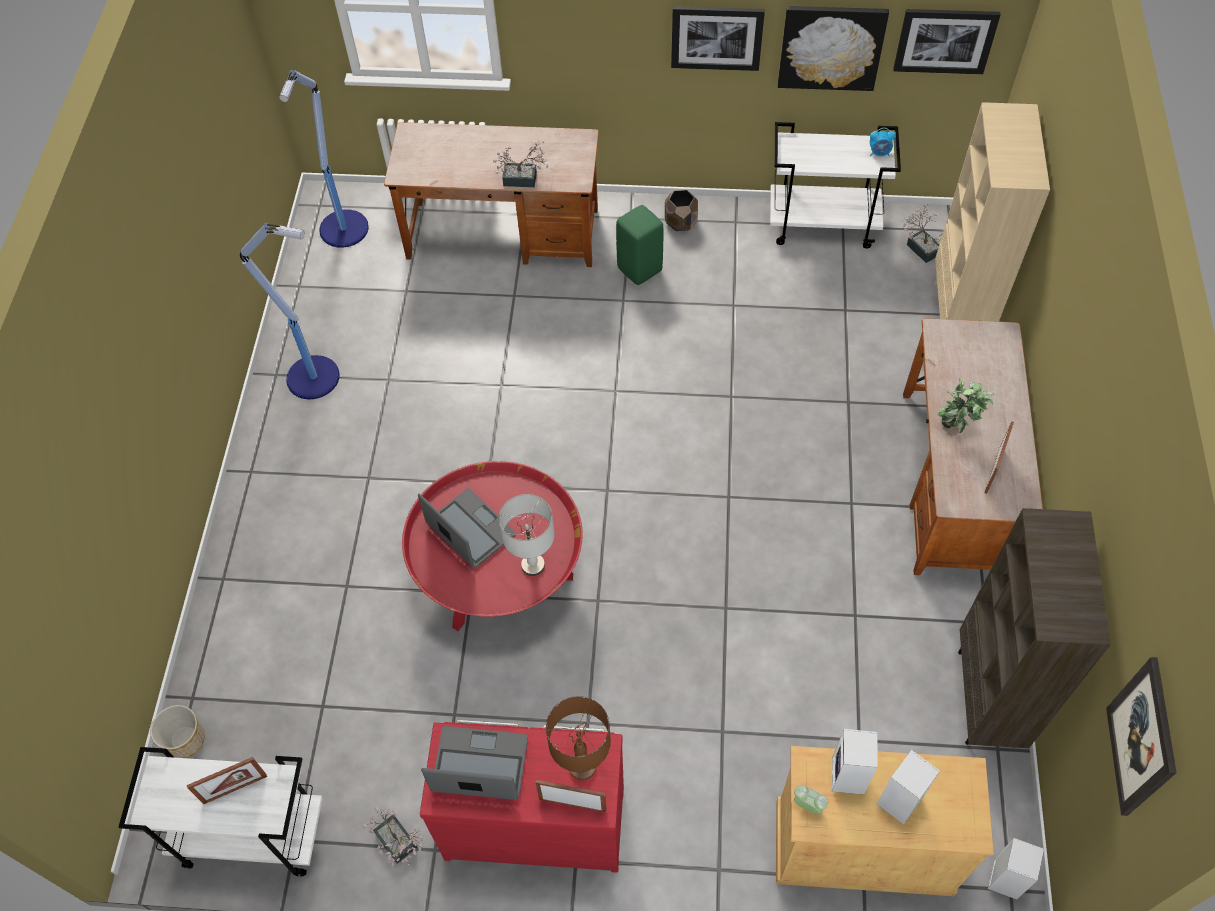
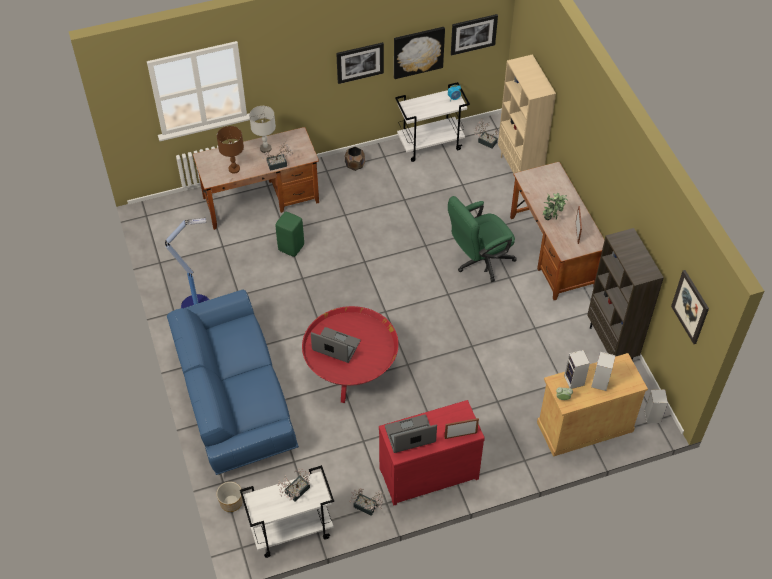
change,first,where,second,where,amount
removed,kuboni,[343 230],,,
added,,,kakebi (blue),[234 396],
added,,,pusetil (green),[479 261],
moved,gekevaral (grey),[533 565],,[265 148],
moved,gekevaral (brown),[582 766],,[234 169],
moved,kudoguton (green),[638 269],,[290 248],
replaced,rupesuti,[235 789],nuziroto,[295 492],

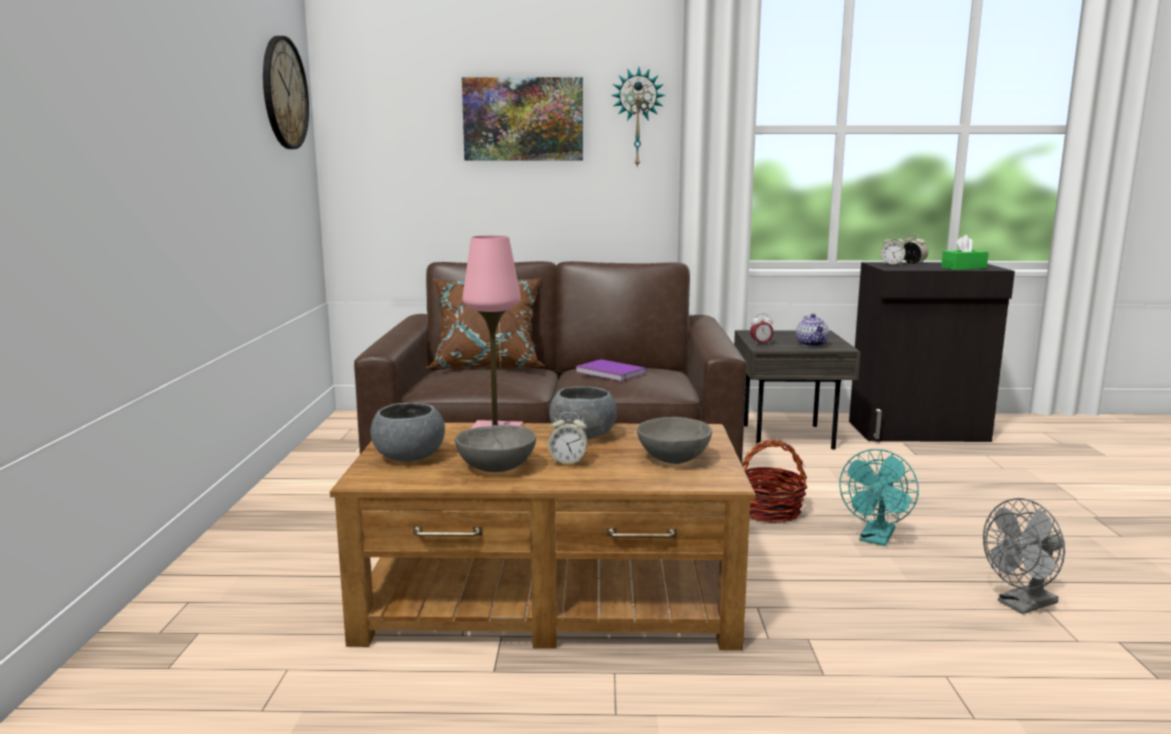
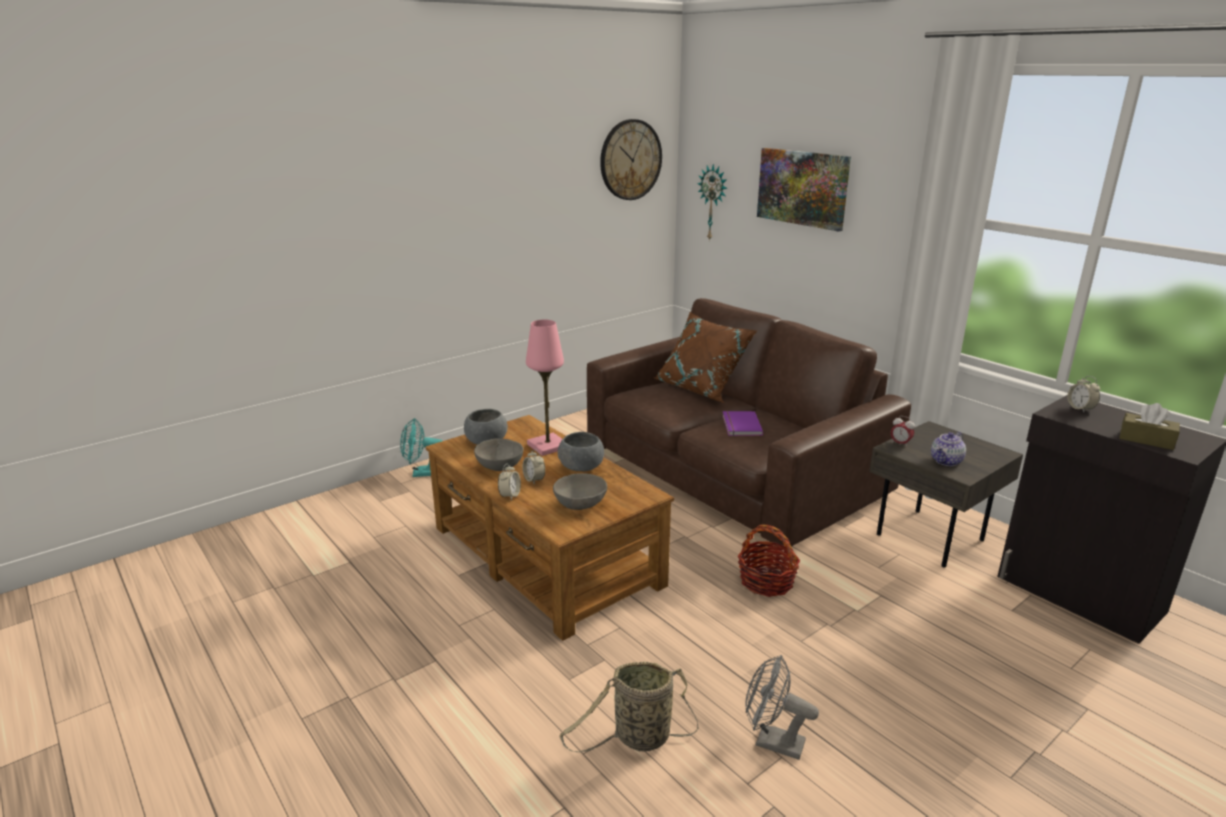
change,first,where,second,where,amount
added,,,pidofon,[638 738],
moved,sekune,[637 118],,[713 202],
moved,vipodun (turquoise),[876 539],,[421 473],
moved,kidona,[913 263],,[510 495],
recoloured,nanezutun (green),[963 268],nanezutun (brown),[1146 440],

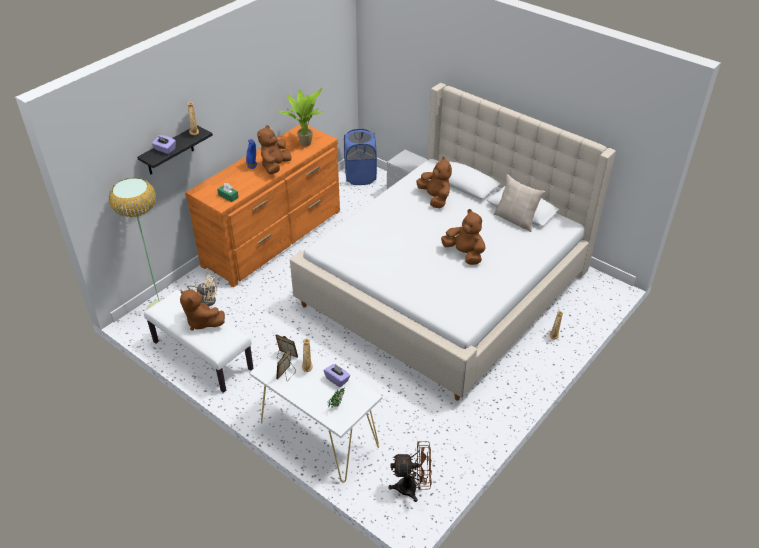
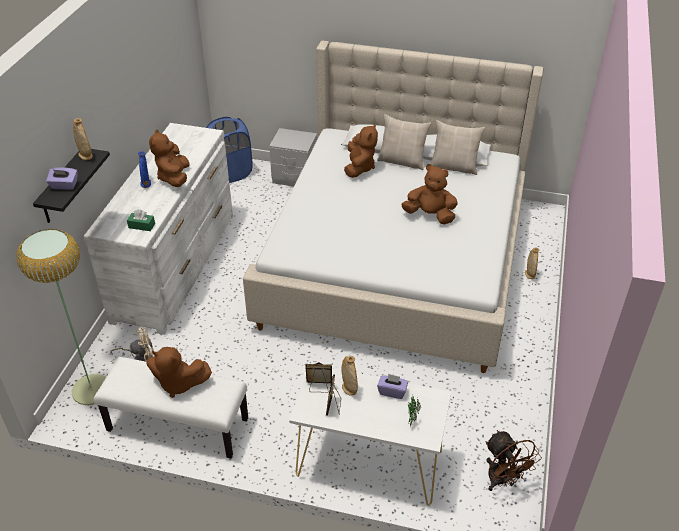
change,first,where,second,where,amount
removed,nuziroto,[305 143],,,
added,,,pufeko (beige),[402 161],
recoloured,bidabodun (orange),[274 238],bidabodun (white),[176 265],
turned,vipodun (brown),[412 488],,[502 481],90 degrees clockwise
turned,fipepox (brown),[435 198],,[359 167],60 degrees clockwise

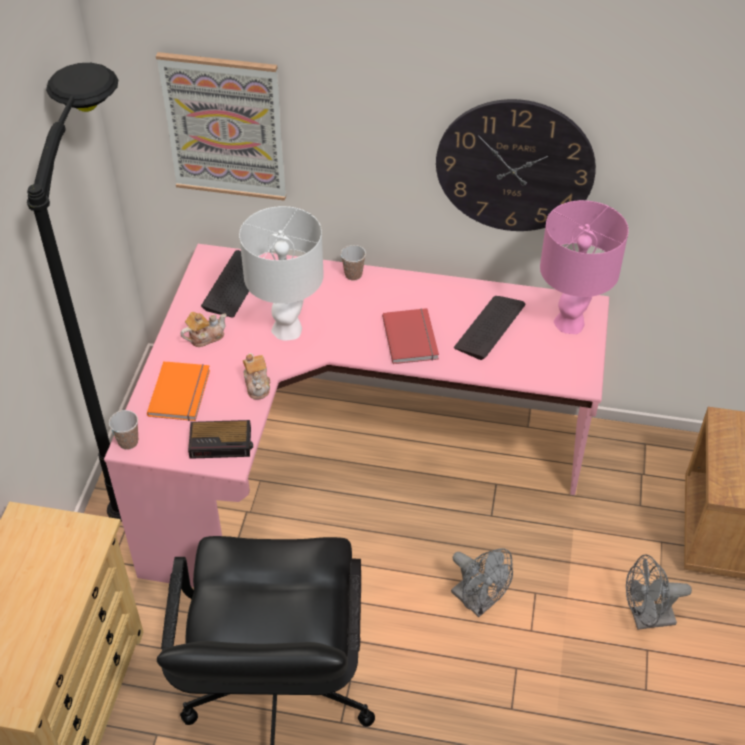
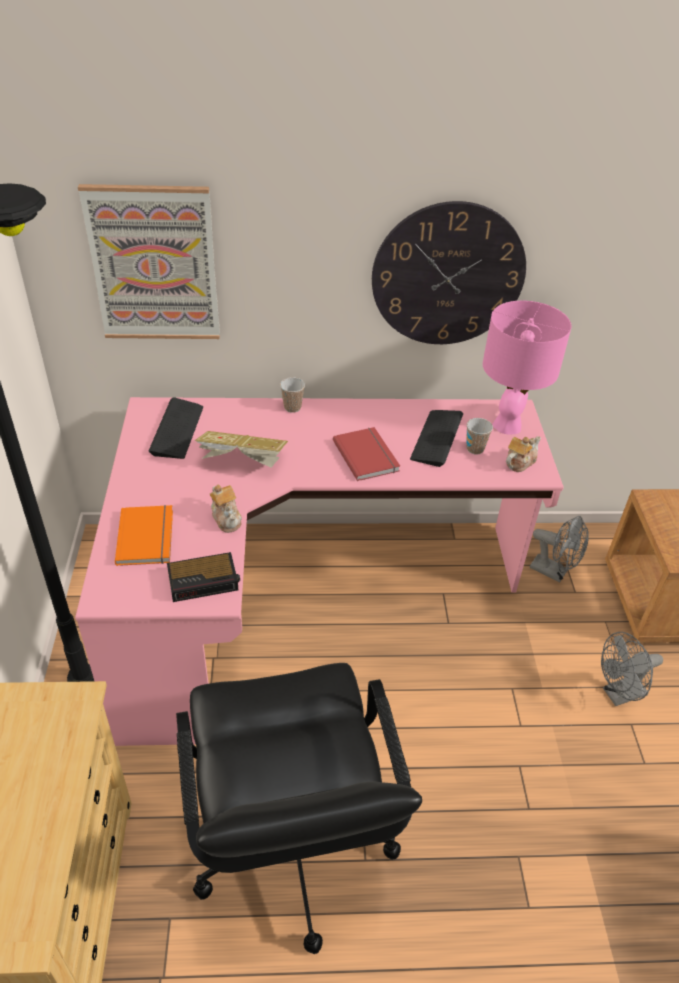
change,first,where,second,where,amount
moved,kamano,[128 442],,[475 449],
moved,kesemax,[205 337],,[519 462],
moved,vipodun (grey),[478 602],,[554 572],
replaced,gekevaral (white),[287 329],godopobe,[242 462],

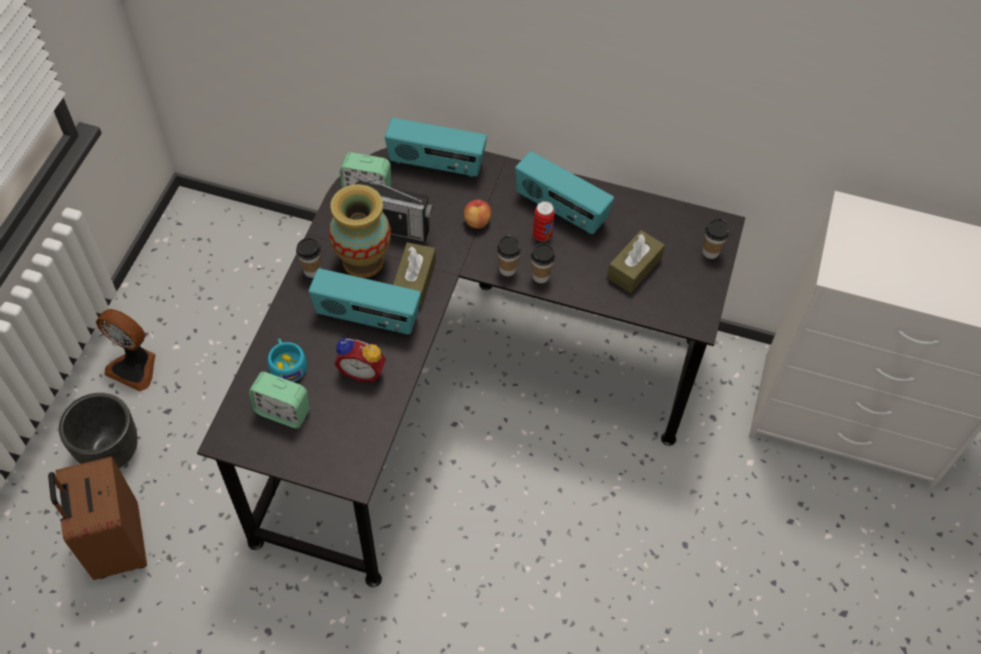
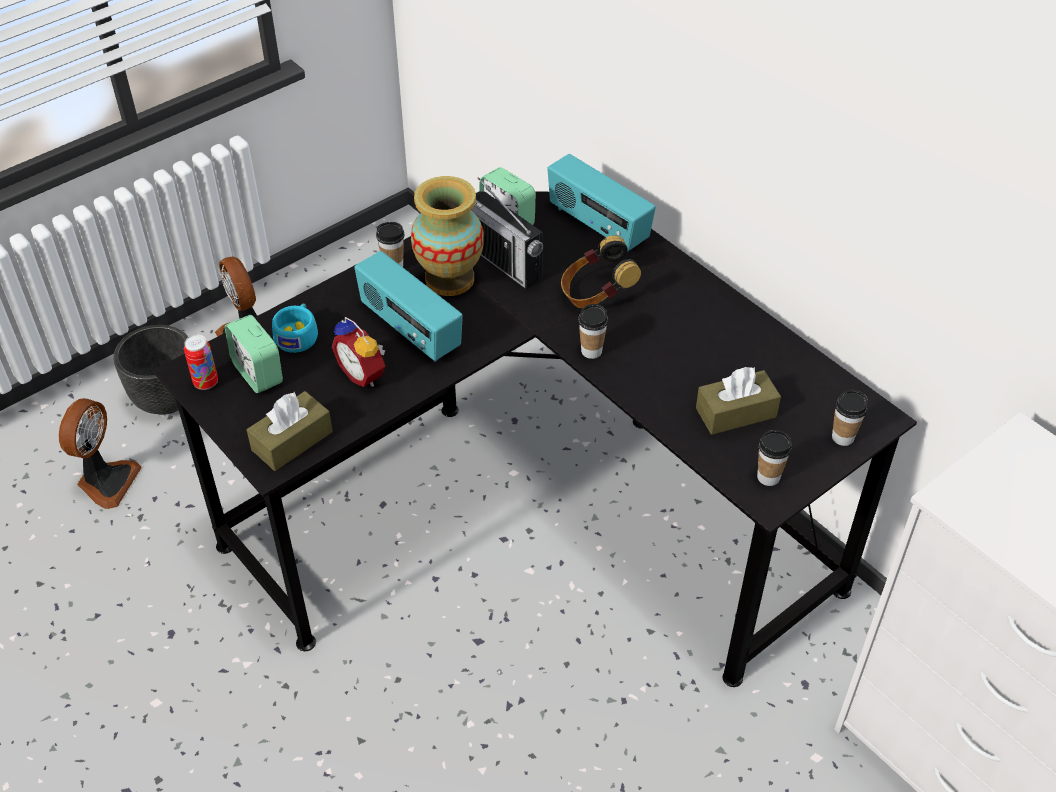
change,first,where,second,where,amount
removed,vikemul,[560 210],,,
moved,nanezutun (brown),[414 281],,[292 441],
moved,kamano,[540 276],,[768 477],
moved,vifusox,[542 235],,[206 382],
replaced,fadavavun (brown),[117 545],vipodun,[106 481],
replaced,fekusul,[477 222],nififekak,[596 294],

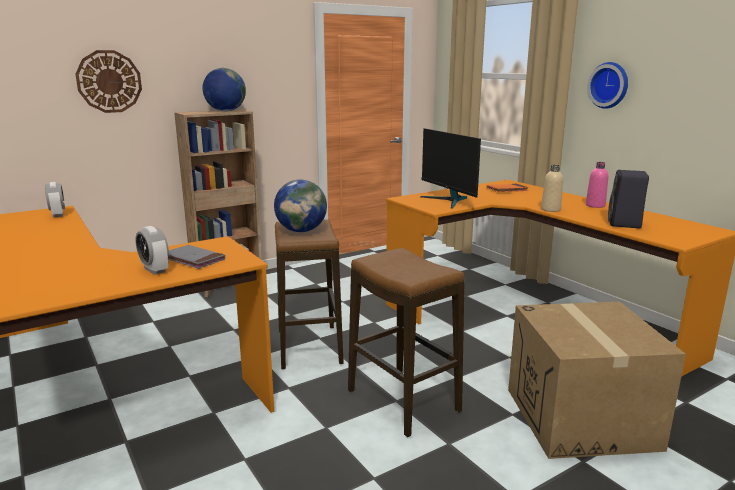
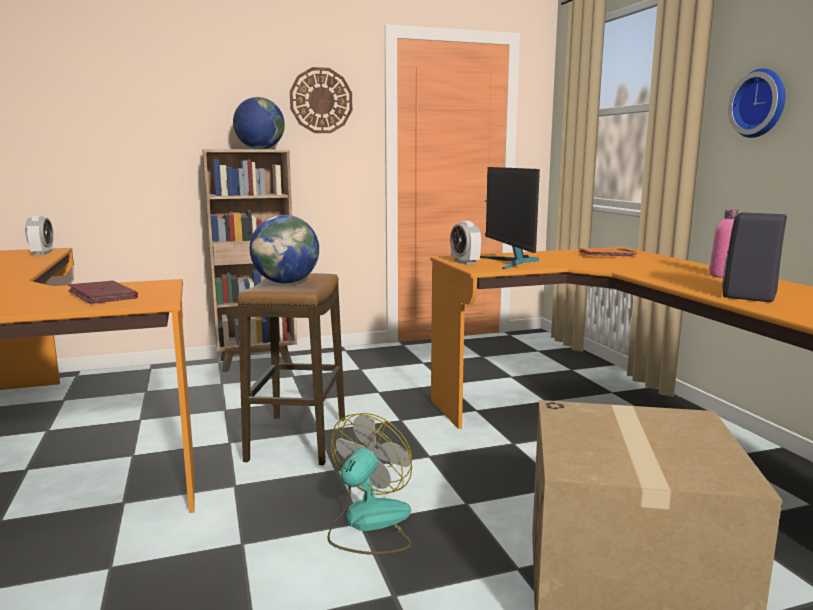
change,first,where,second,where,amount
removed,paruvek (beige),[550 209],,,
moved,sekune,[109 81],,[321 100],
moved,kidona,[155 270],,[465 262],
replaced,kudoguton,[402 401],vipodun,[368 524],
recoloured,godopobe (grey),[193 259],godopobe (red),[102 296],

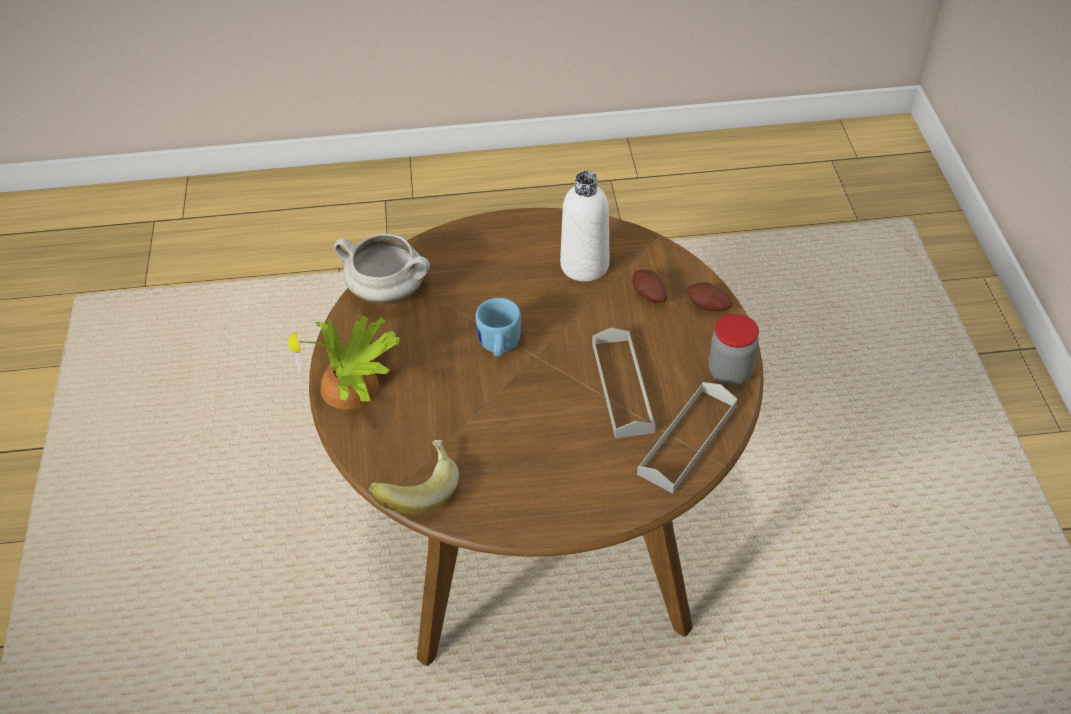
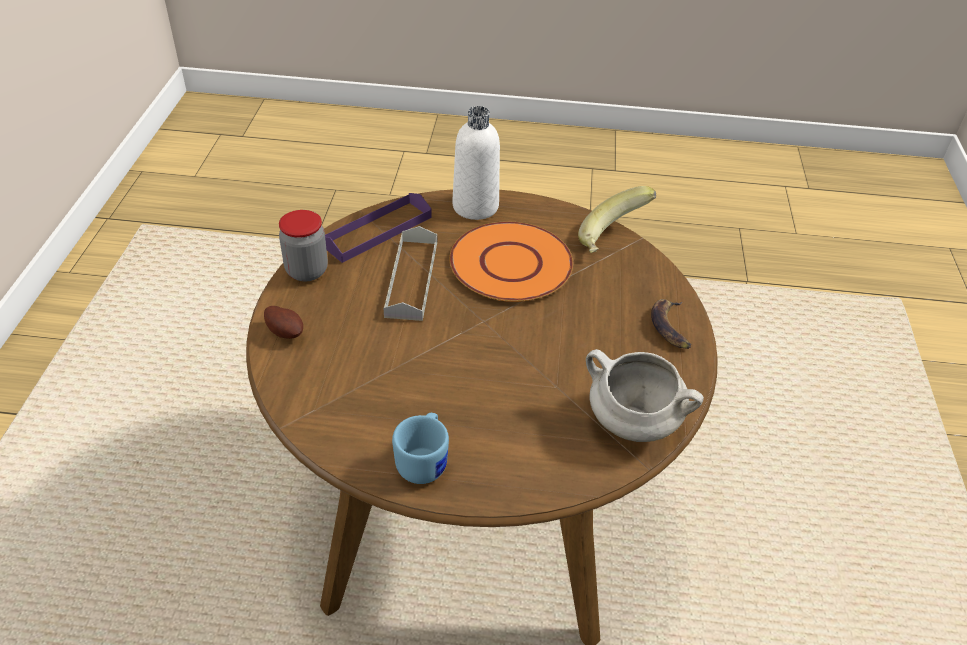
change,first,where,second,where,amount
removed,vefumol,[648 296],,,
added,,,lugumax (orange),[511 264],
moved,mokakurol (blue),[498 347],,[424 460],
moved,paruvek (white),[584 265],,[475 206],
replaced,nuziroto,[353 388],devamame,[670 327],
recoloured,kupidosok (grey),[687 440],kupidosok (purple),[377 231],

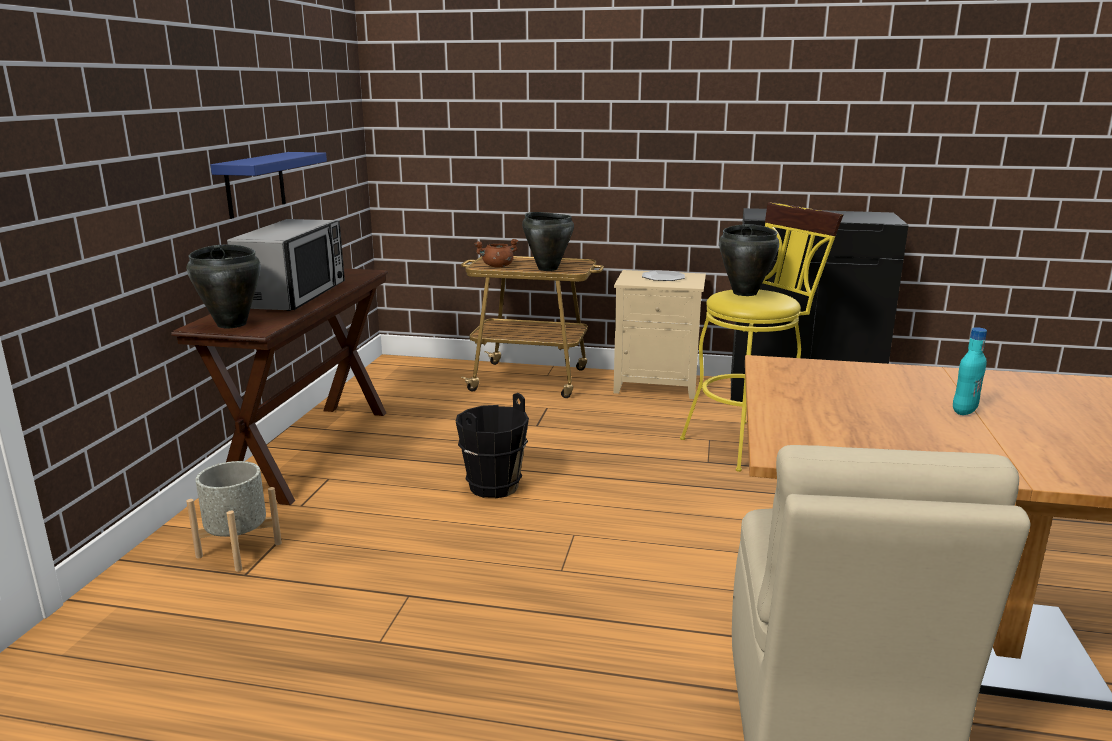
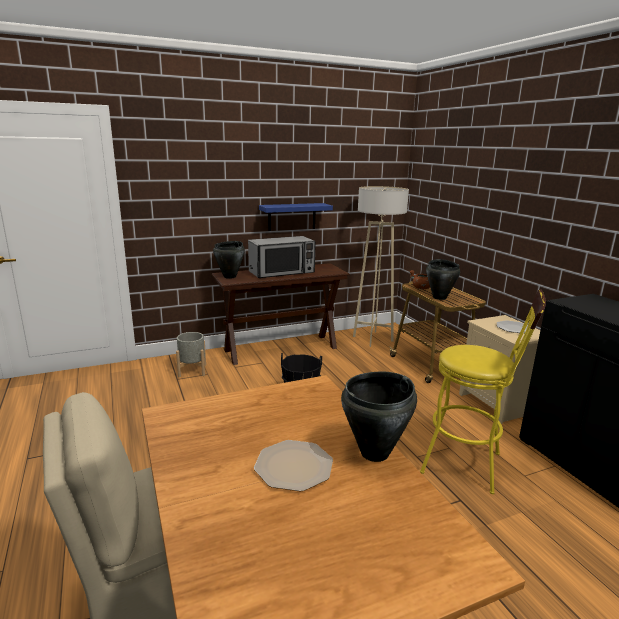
change,first,where,second,where,amount
added,,,kuboni (beige),[372 339],
moved,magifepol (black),[745 293],,[375 453],
replaced,paruvek (turquoise),[964 411],lugumax,[294 466],

